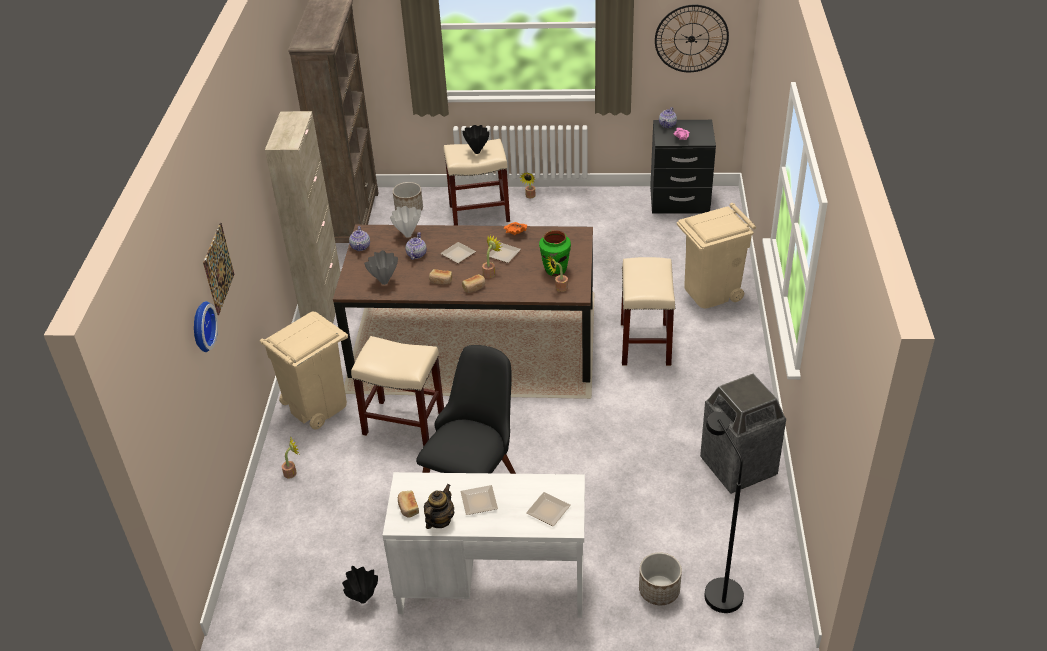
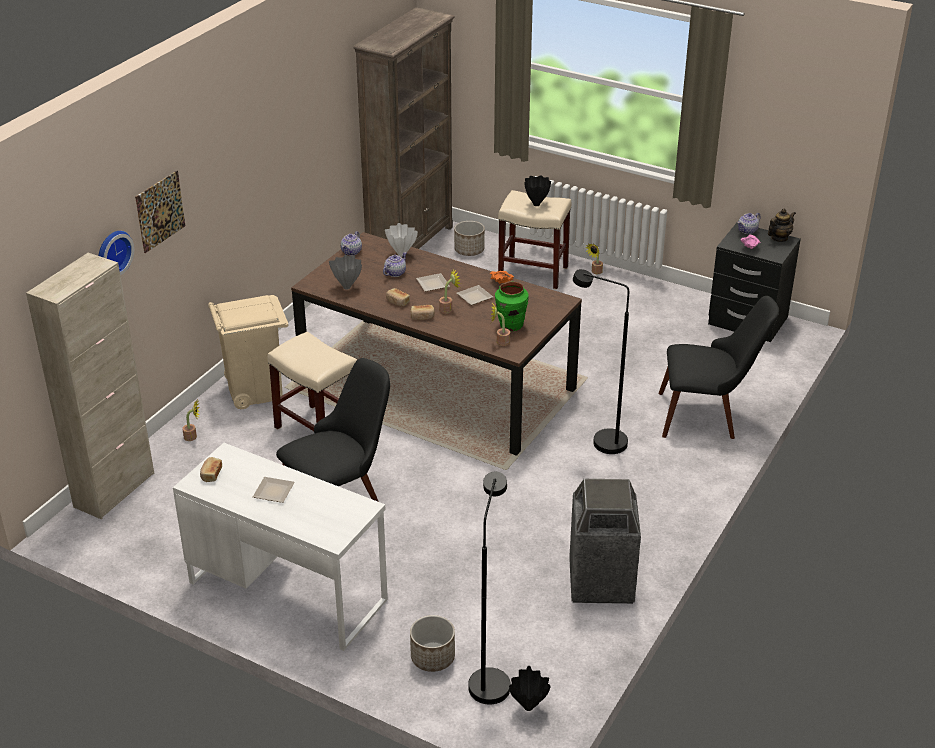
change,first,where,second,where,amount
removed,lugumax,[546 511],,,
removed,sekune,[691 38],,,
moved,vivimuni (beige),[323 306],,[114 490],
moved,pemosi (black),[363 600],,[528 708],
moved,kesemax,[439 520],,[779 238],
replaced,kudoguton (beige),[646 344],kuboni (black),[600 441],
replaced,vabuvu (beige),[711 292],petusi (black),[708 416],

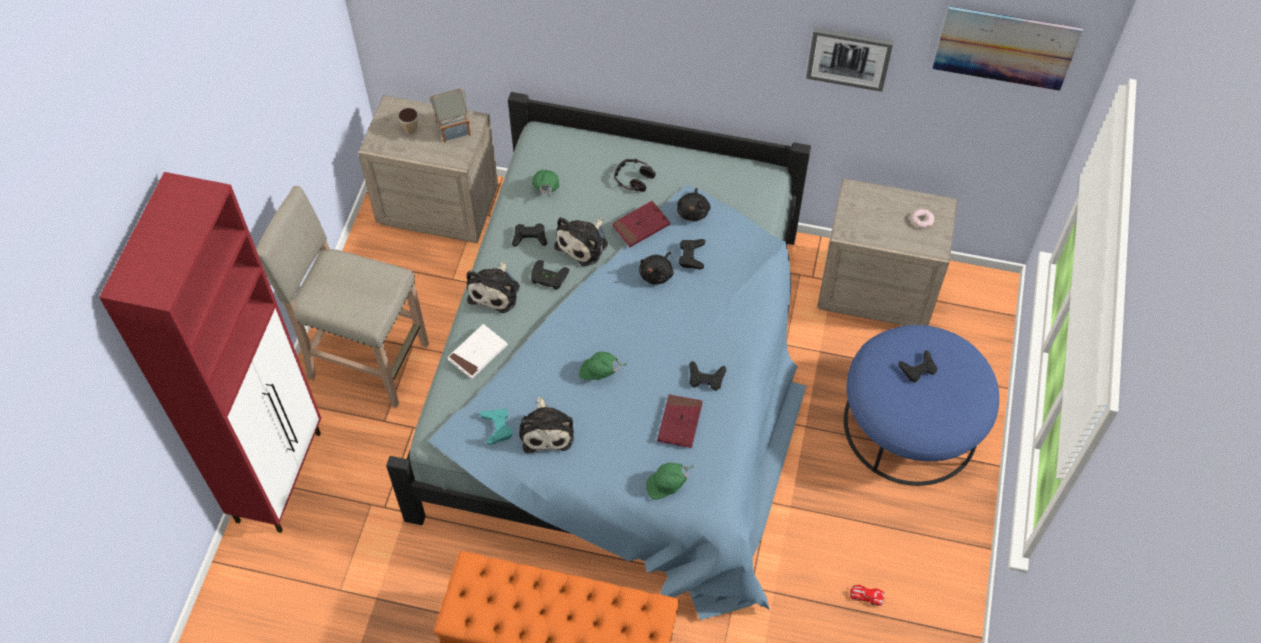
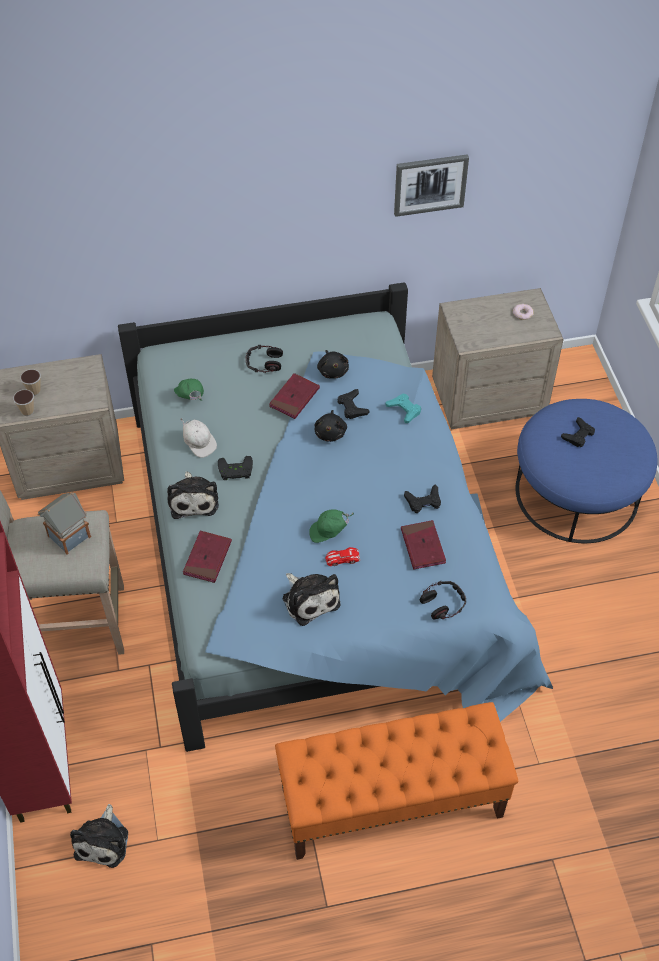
change,first,where,second,where,amount
removed,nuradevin,[1005 47],,,
added,,,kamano,[27 411],
moved,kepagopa,[452 129],,[68 537],
moved,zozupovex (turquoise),[497 427],,[404 410],
moved,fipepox,[584 244],,[103 840],
moved,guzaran,[866 596],,[342 558],
replaced,zozupovex (black),[529 237],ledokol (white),[199 443],
replaced,ledokol (green),[667 485],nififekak,[443 603],
recoloured,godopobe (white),[478 353],godopobe (red),[207 558],

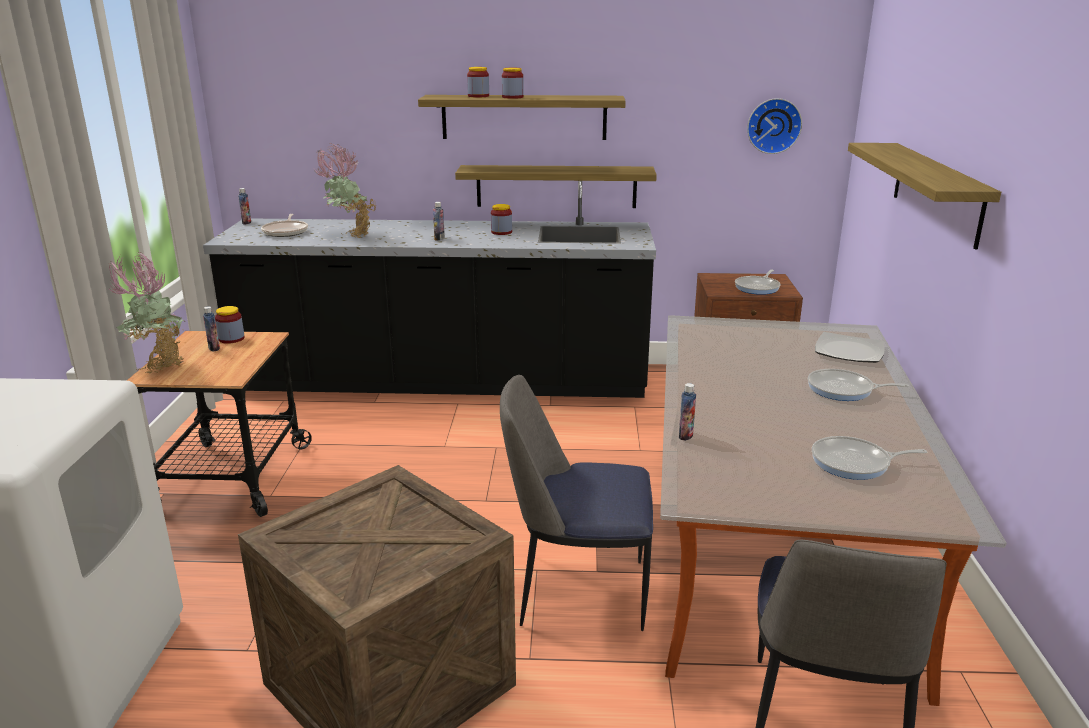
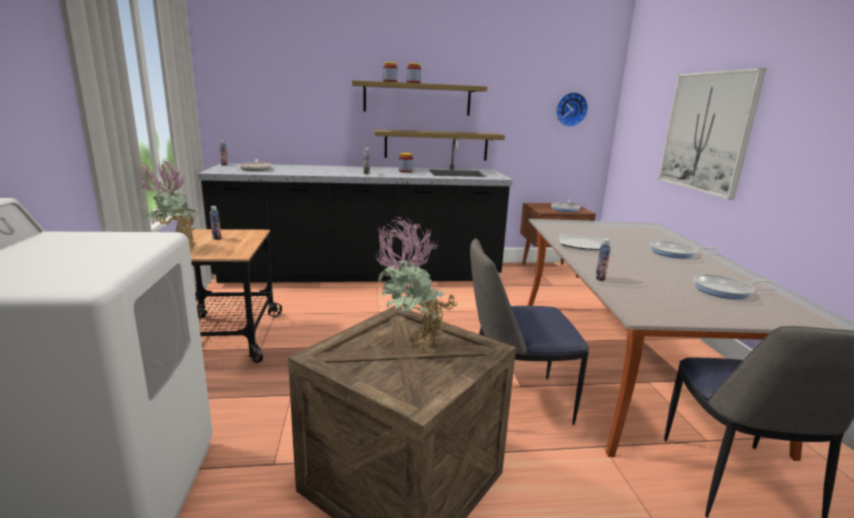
change,first,where,second,where,amount
removed,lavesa,[231 339],,,
moved,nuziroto,[349 236],,[411 344],
moved,lugumax,[849 351],,[582 244],
replaced,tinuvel,[936 192],nuradevin,[706 132],

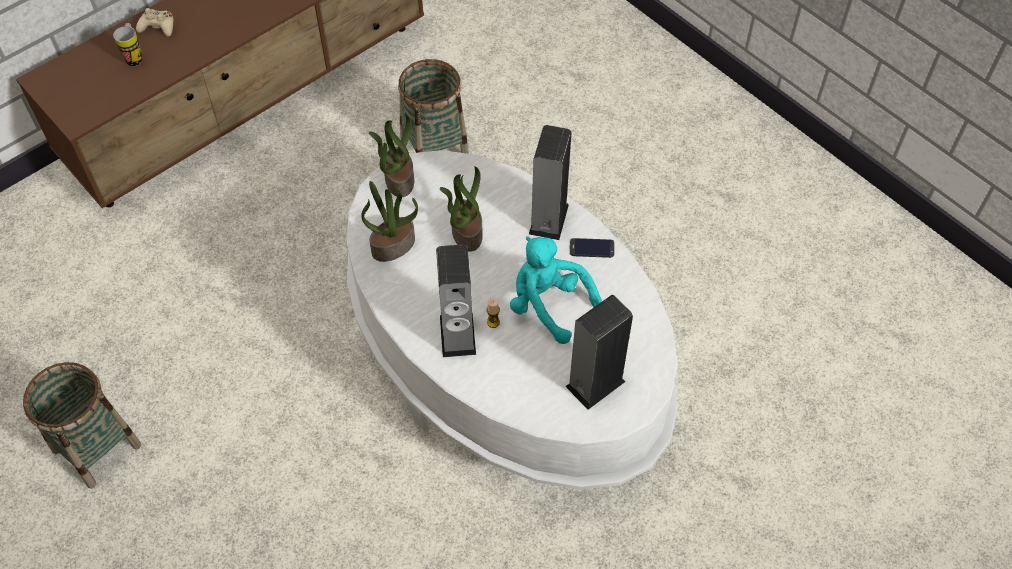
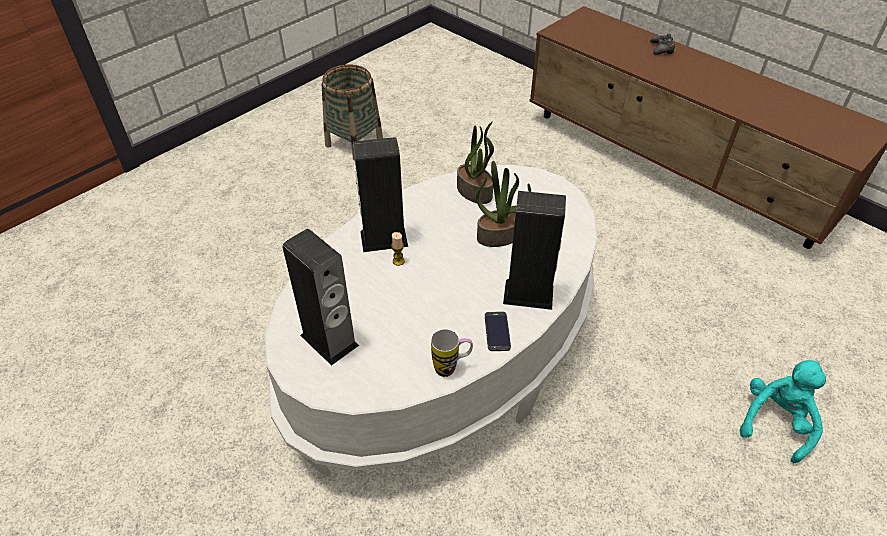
change,first,where,second,where,amount
removed,nuziroto,[398 179],,,
removed,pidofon,[434 148],,,
moved,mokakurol,[135 57],,[451 368],
moved,fipepox (turquoise),[548 305],,[775 421],
recoloured,zozupovex (beige),[158 27],zozupovex (black),[661 49],

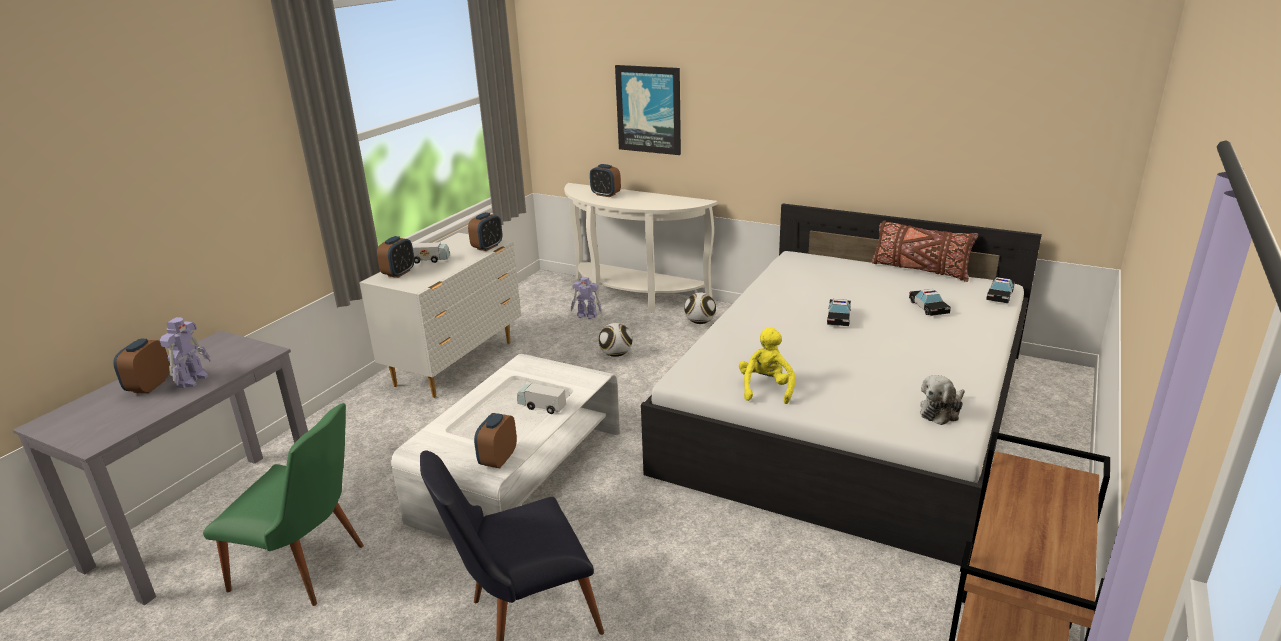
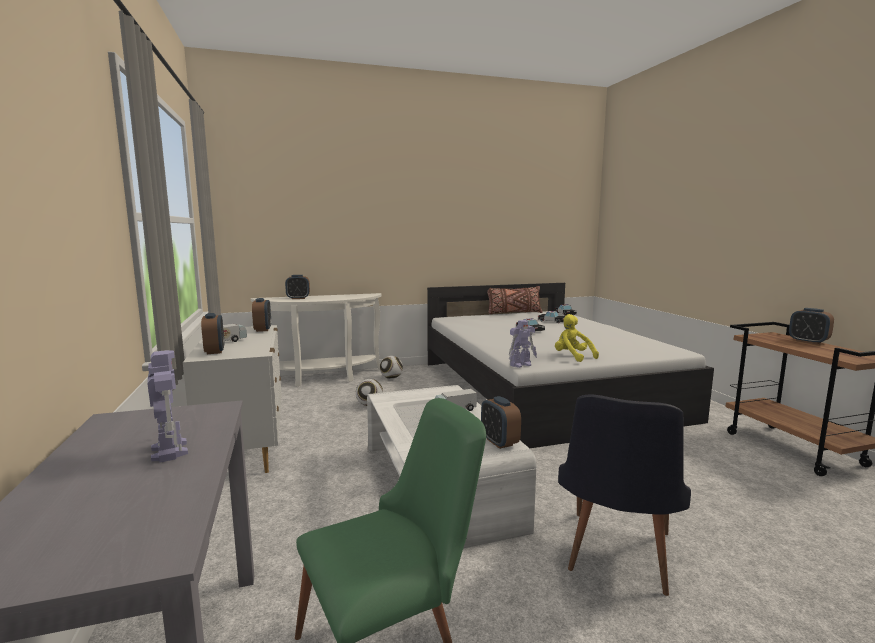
change,first,where,second,where,amount
removed,nuradevin,[649 109],,,
removed,fipepox,[941 411],,,
moved,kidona,[149 386],,[808 341],
moved,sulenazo,[587 315],,[521 364],

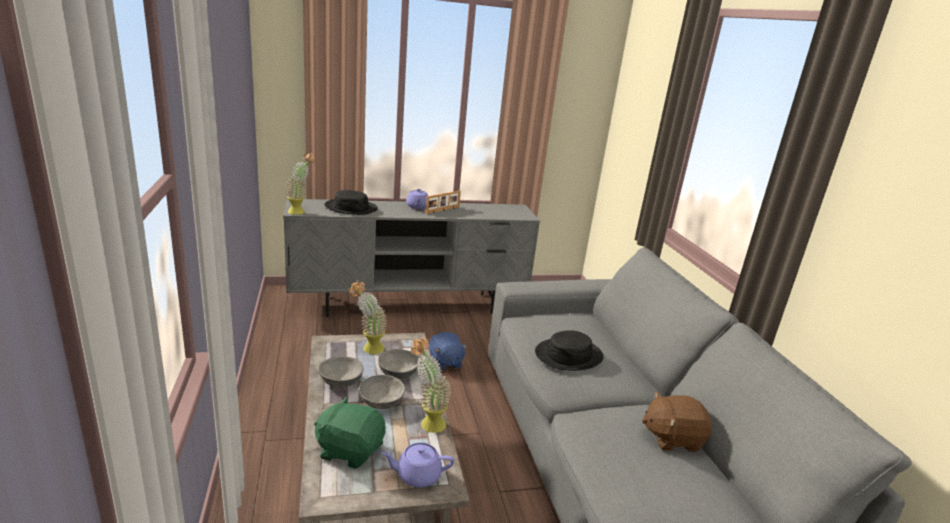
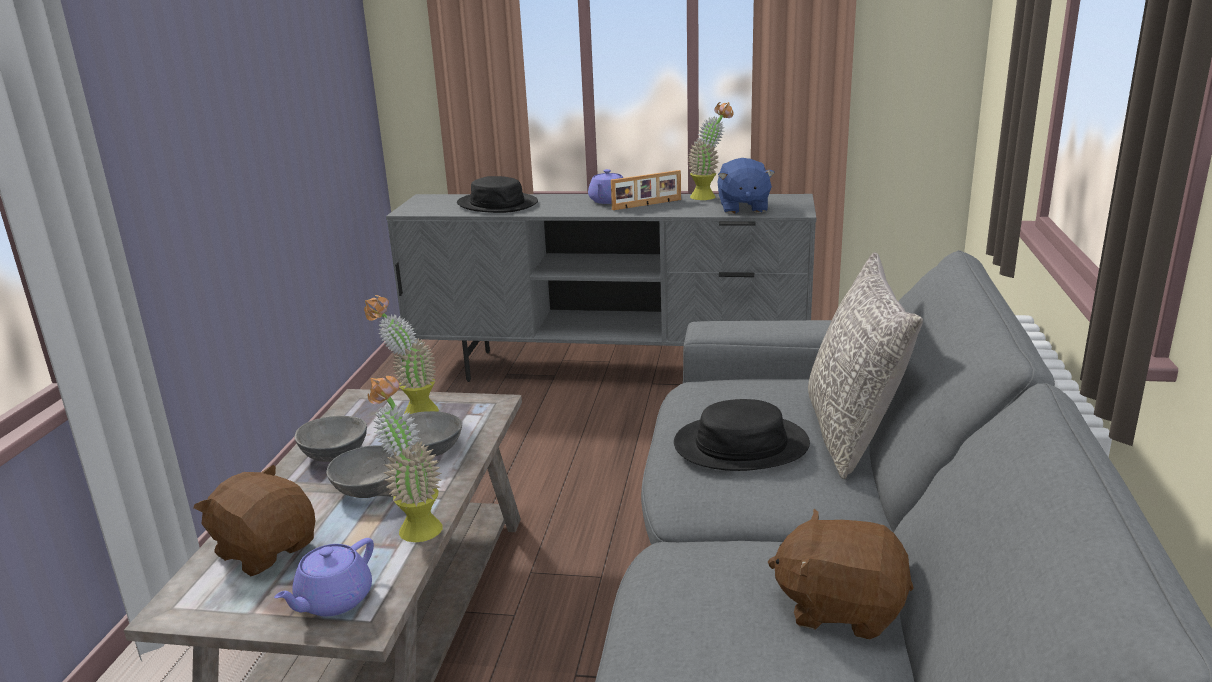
change,first,where,second,where,amount
added,,,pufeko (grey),[853 432],
moved,nuziroto,[300 211],,[709 196],
moved,fipepox (blue),[445 362],,[742 208],
recoloured,fipepox (green),[350 450],fipepox (brown),[266 550],
turned,kesemax (purple),[417 475],,[333 600],75 degrees counterclockwise

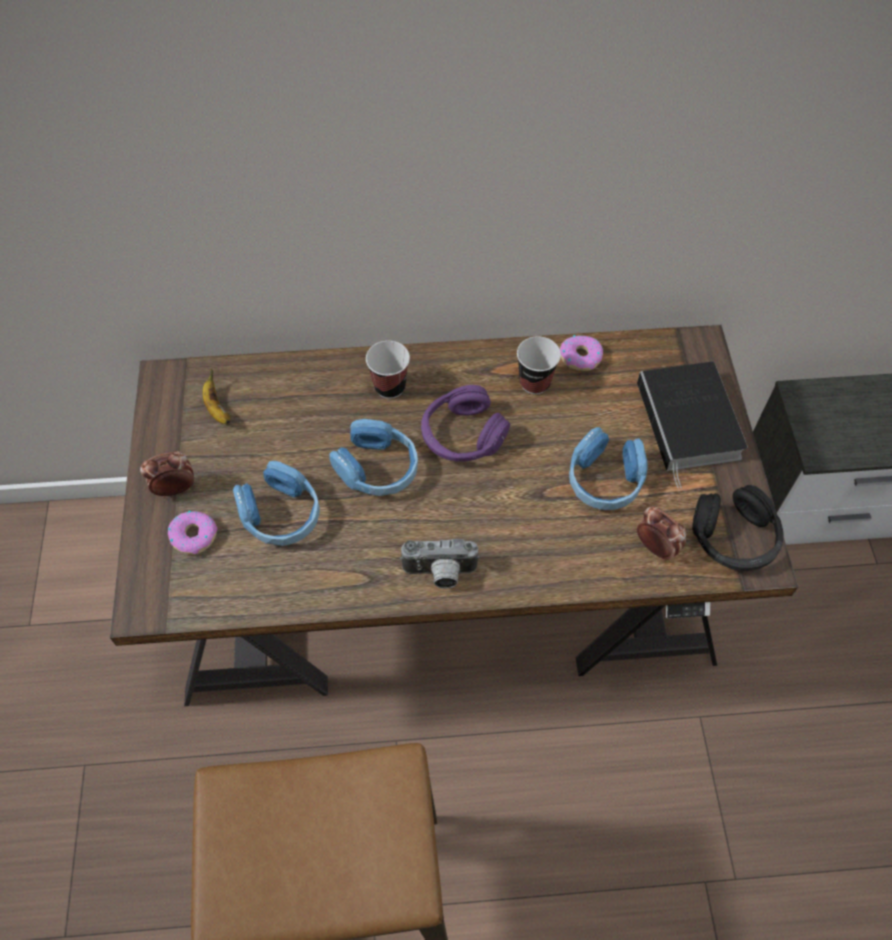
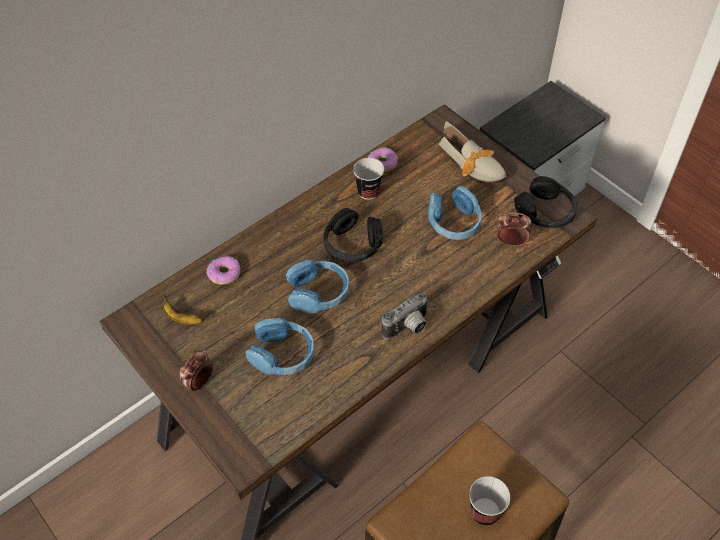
change,first,where,second,where,amount
moved,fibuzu,[194 535],,[224 273],
moved,kamano,[390 387],,[485 512],
replaced,godopobe,[690 423],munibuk,[473 166],
recoloured,nififekak (purple),[462 435],nififekak (black),[352 245],

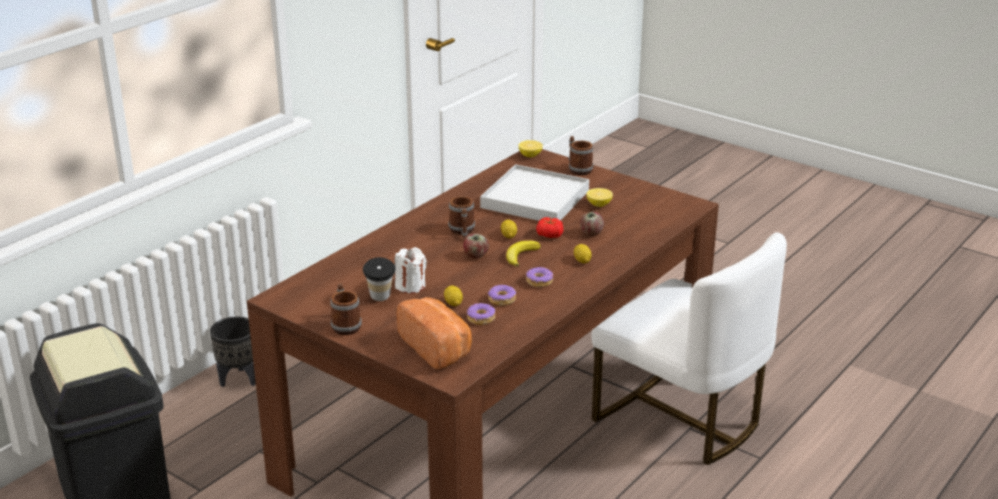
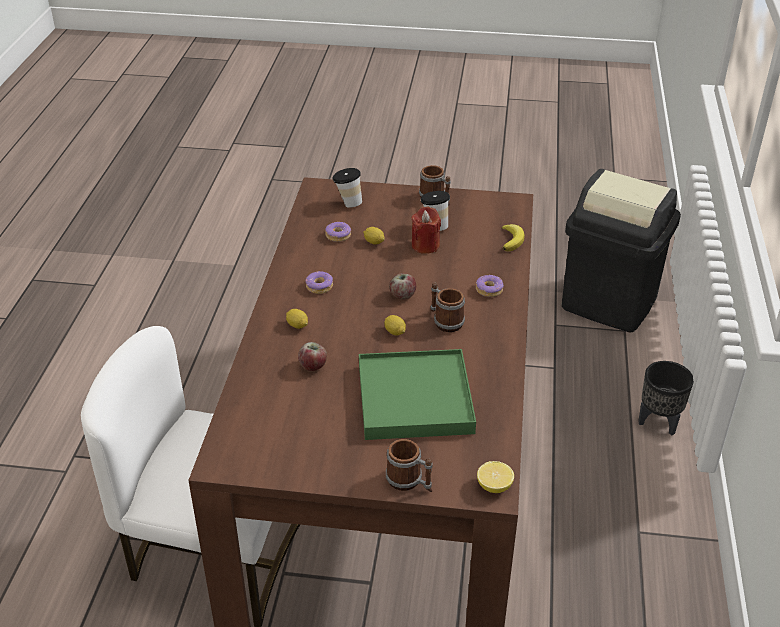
change,first,where,second,where,amount
removed,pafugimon,[549 235],,,
removed,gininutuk,[599 205],,,
moved,fibuzu,[501 300],,[489 290],
moved,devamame,[520 255],,[512 240],
replaced,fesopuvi,[438 348],kamano,[348 203],
recoloured,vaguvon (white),[410 286],vaguvon (red),[425 245],
recoloured,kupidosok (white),[534 199],kupidosok (green),[415 398],

